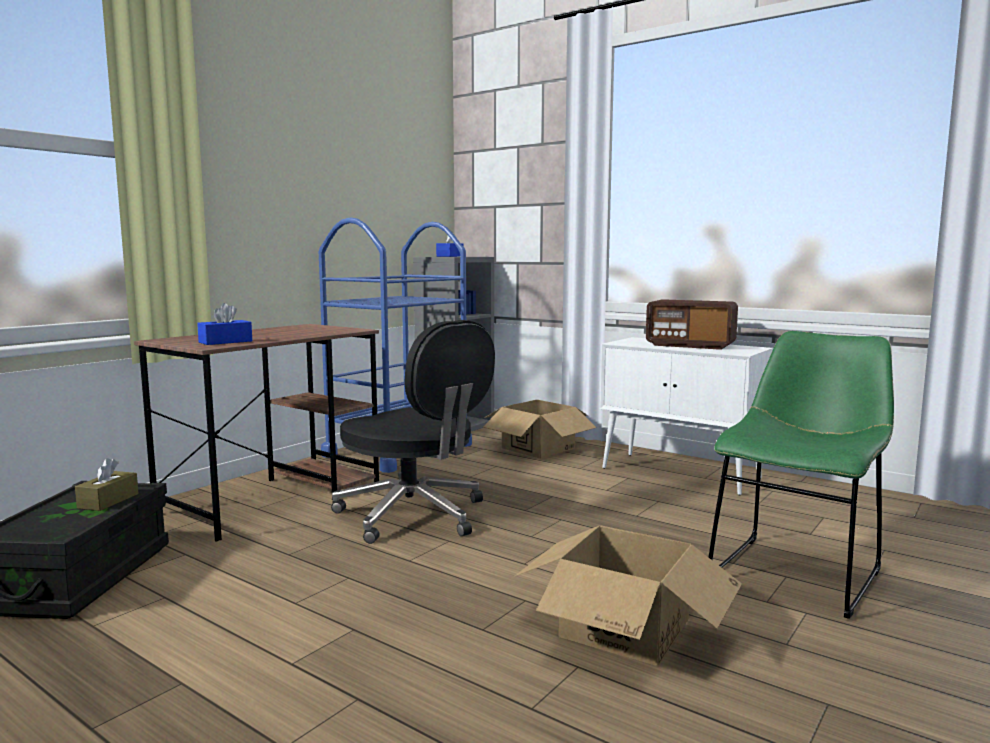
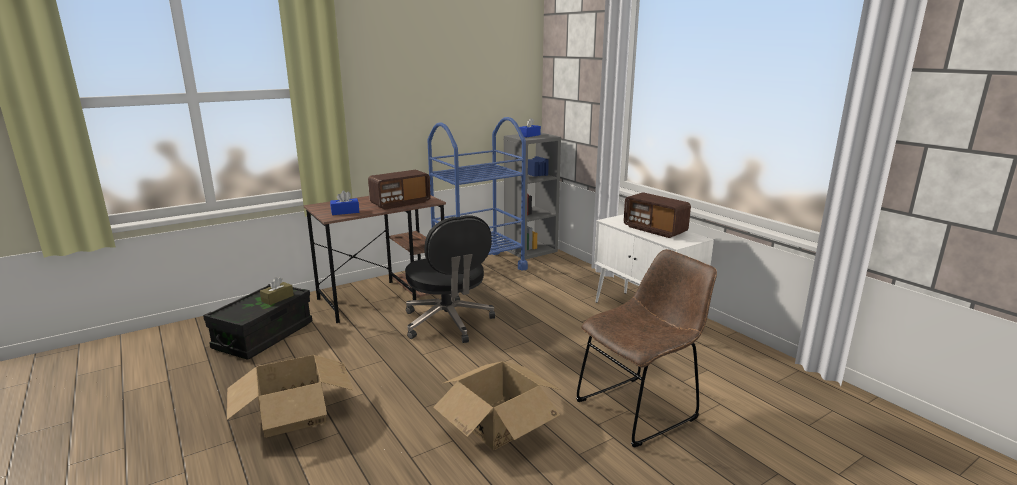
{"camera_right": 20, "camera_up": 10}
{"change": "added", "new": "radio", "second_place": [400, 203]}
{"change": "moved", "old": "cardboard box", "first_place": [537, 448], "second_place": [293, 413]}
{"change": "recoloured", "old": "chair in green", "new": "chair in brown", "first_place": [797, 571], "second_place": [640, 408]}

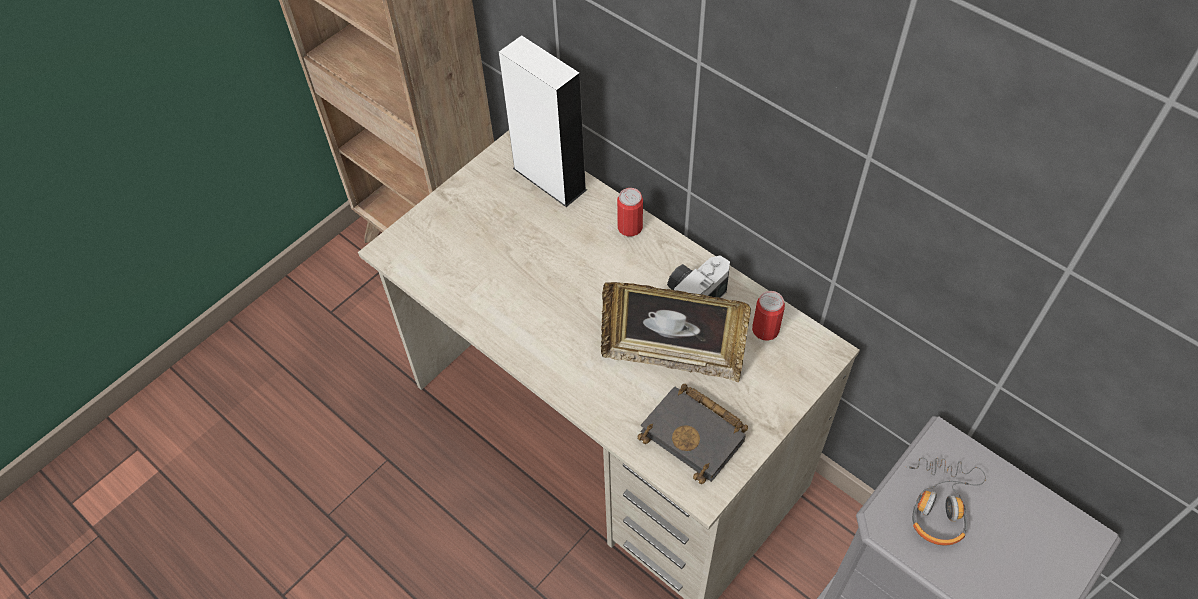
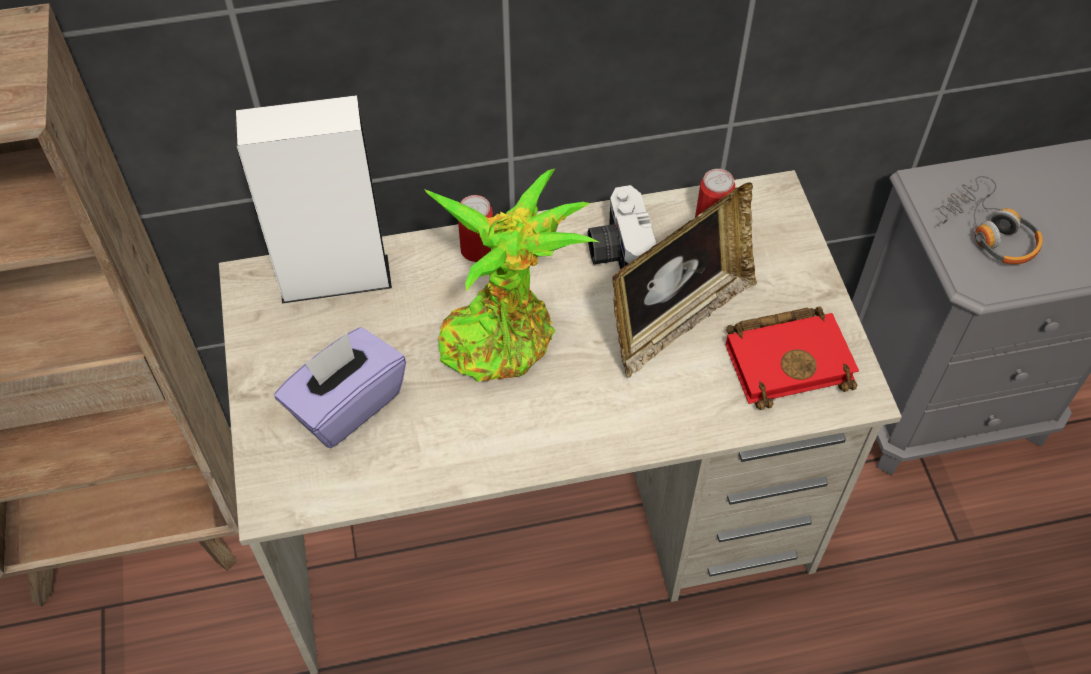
{"camera_right": -55, "camera_up": 0}
{"change": "added", "new": "tissue box in purple", "second_place": [346, 404]}
{"change": "added", "new": "potted plant", "second_place": [504, 333]}
{"change": "recoloured", "old": "book in black", "new": "book in red", "first_place": [696, 435], "second_place": [790, 359]}

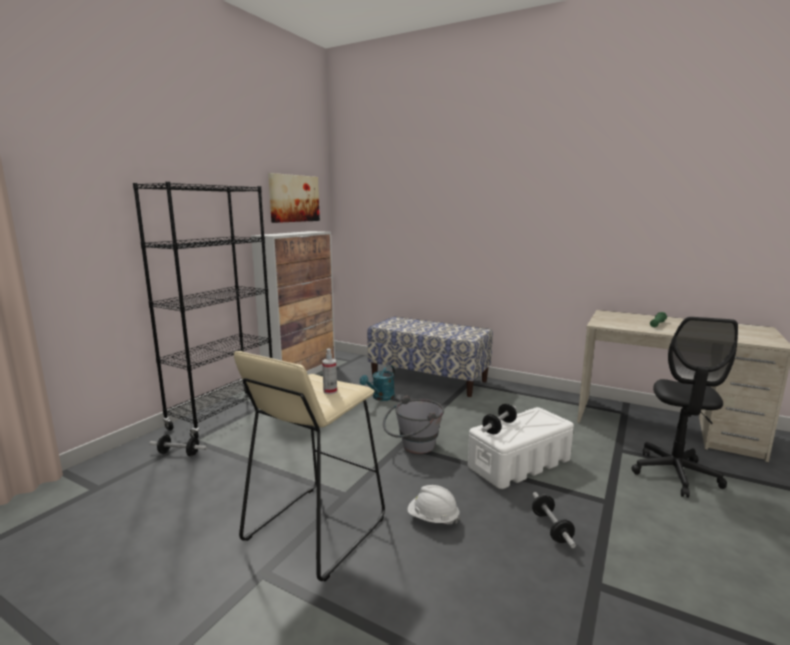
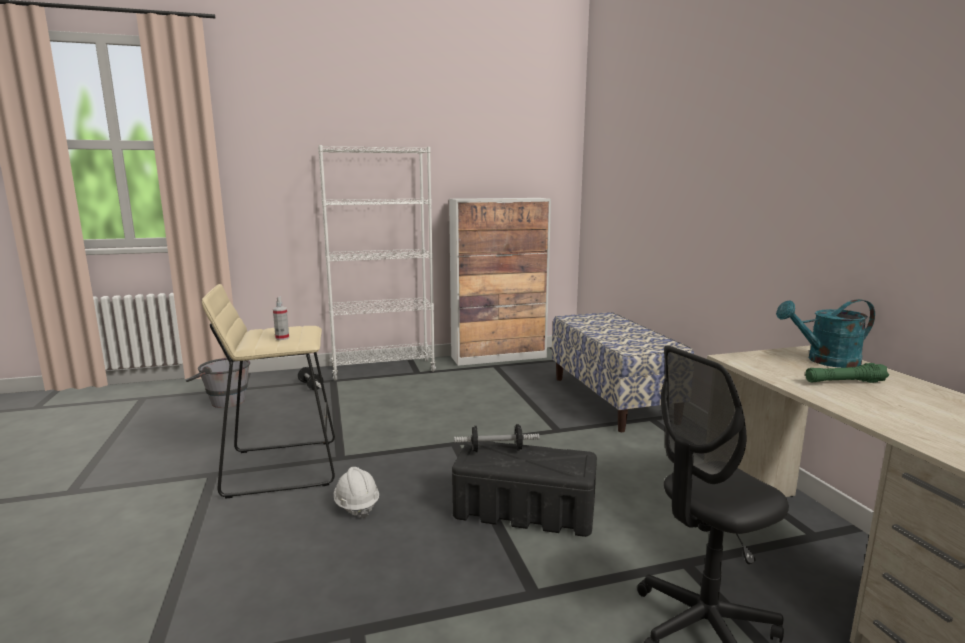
{"camera_right": 45, "camera_up": 0}
{"change": "removed", "old": "picture", "first_place": [294, 198]}
{"change": "removed", "old": "dumbbell", "first_place": [551, 528]}
{"change": "moved", "old": "watering can in turquoise", "first_place": [380, 398], "second_place": [825, 361]}
{"change": "moved", "old": "bucket in grey", "first_place": [413, 447], "second_place": [222, 401]}
{"change": "recoloured", "old": "bookcase in black", "new": "bookcase in white", "first_place": [224, 414], "second_place": [383, 370]}
{"change": "recoloured", "old": "storage box in white", "new": "storage box in black", "first_place": [519, 464], "second_place": [523, 510]}

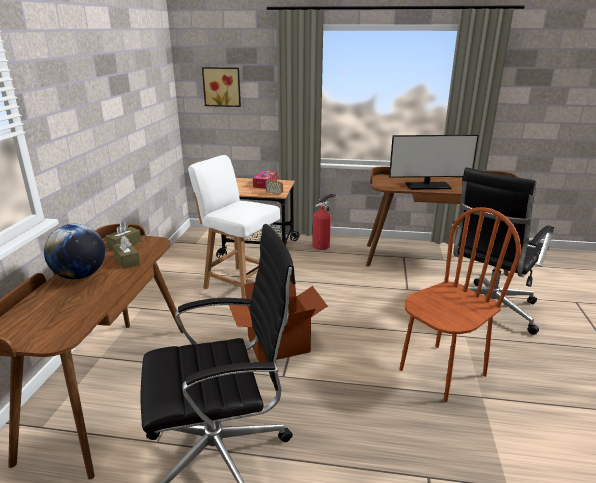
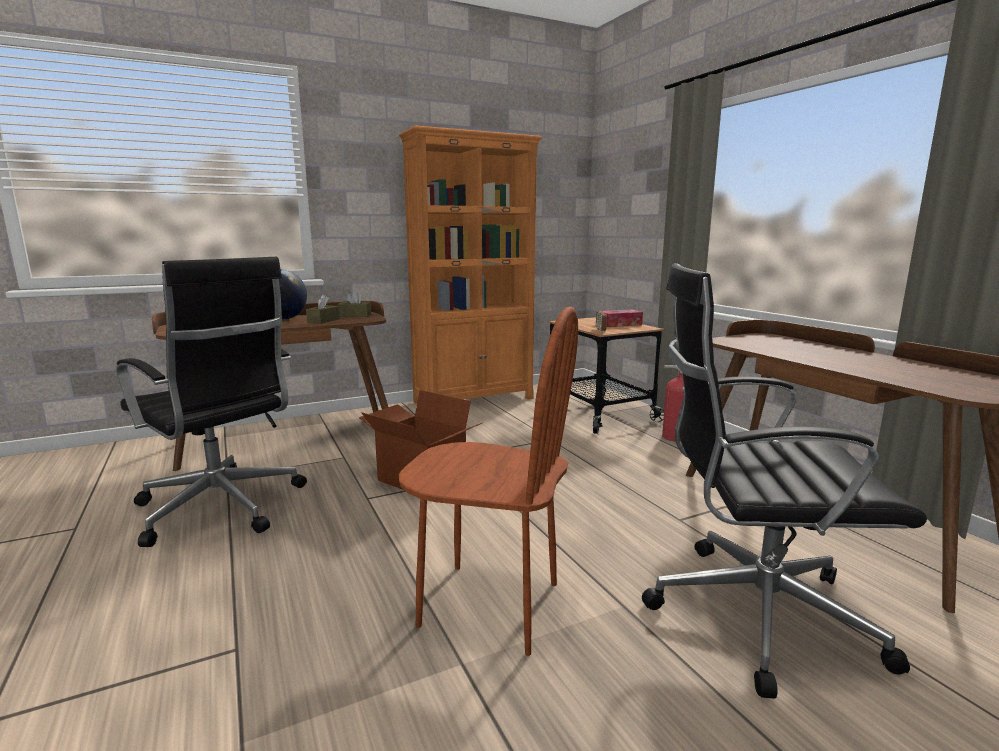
{"camera_right": 55, "camera_up": -10}
{"change": "removed", "old": "chair in white", "first_place": [239, 284]}
{"change": "removed", "old": "picture", "first_place": [222, 86]}
{"change": "removed", "old": "monitor", "first_place": [428, 186]}
{"change": "added", "new": "bookcase in orange", "second_place": [474, 400]}

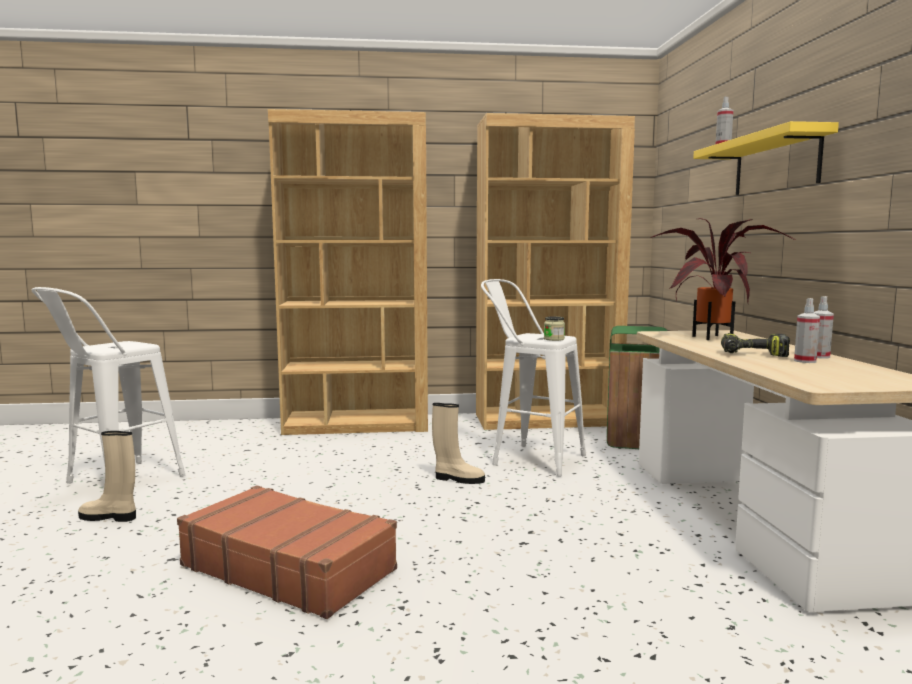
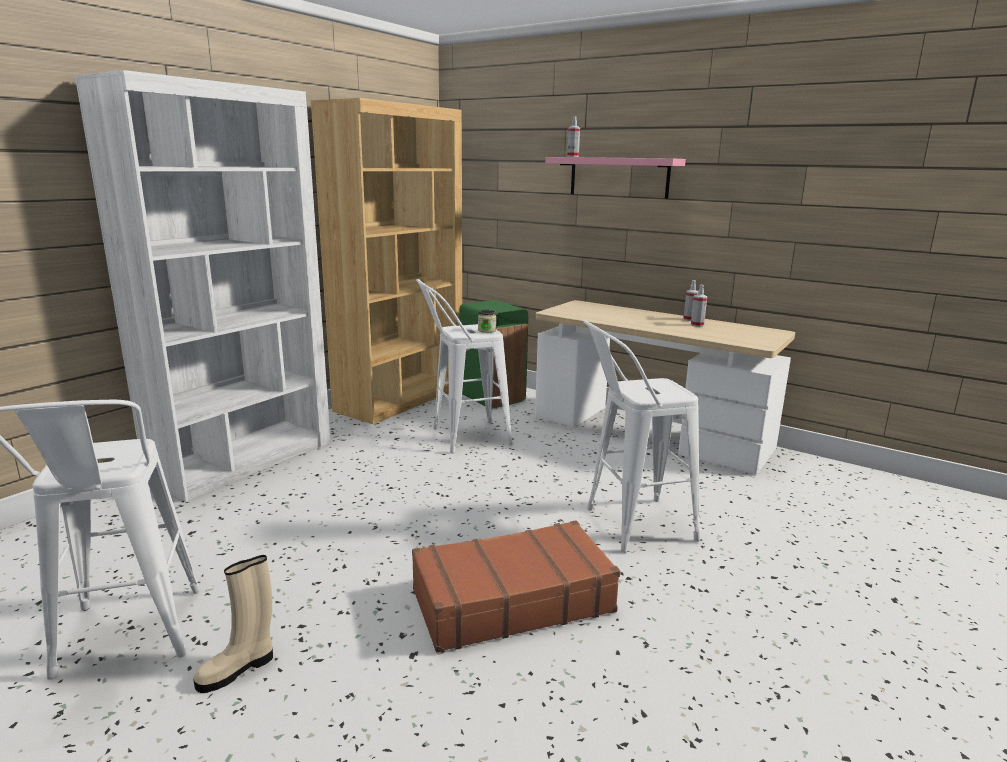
{"camera_right": -50, "camera_up": 10}
{"change": "removed", "old": "boot in beige", "first_place": [458, 479]}
{"change": "removed", "old": "potted plant", "first_place": [712, 338]}
{"change": "removed", "old": "power drill", "first_place": [753, 355]}
{"change": "added", "new": "stool in white", "second_place": [629, 525]}
{"change": "recoloured", "old": "bookcase in brown", "new": "bookcase in white", "first_place": [357, 425], "second_place": [244, 460]}
{"change": "recoloured", "old": "shelf in yellow", "new": "shelf in pink", "first_place": [776, 164], "second_place": [619, 177]}

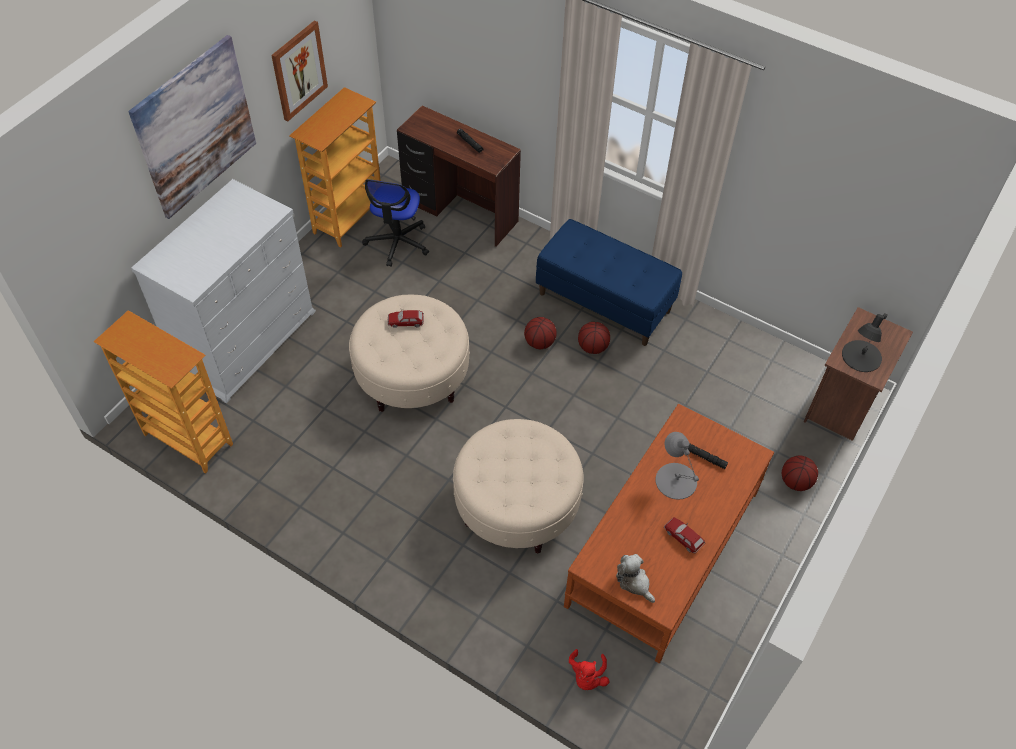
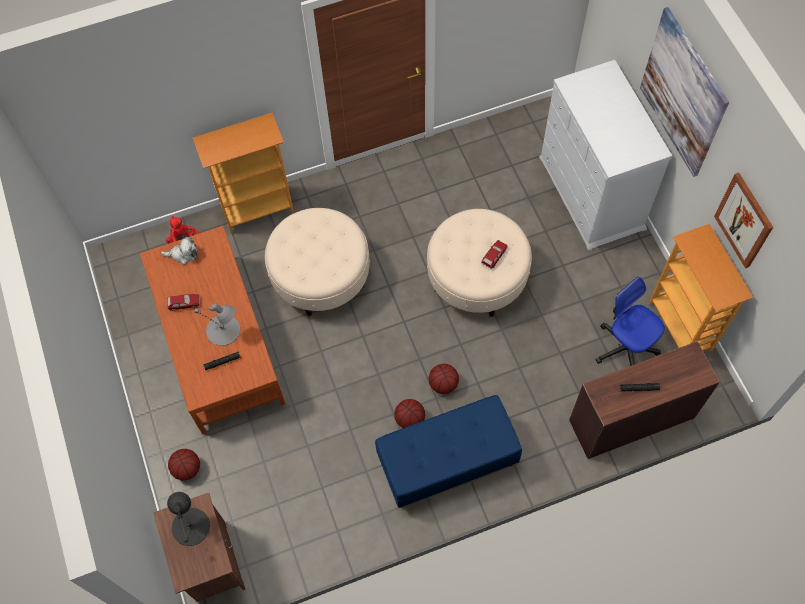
{"camera_right": 130, "camera_up": 10}
{"change": "moved", "old": "bookcase", "first_place": [187, 440], "second_place": [257, 209]}

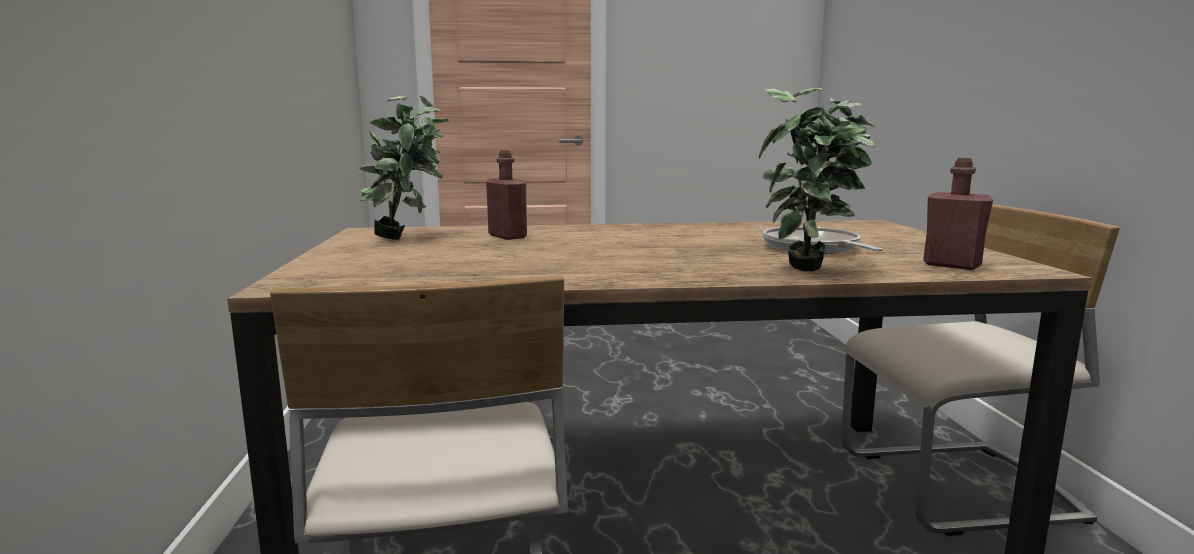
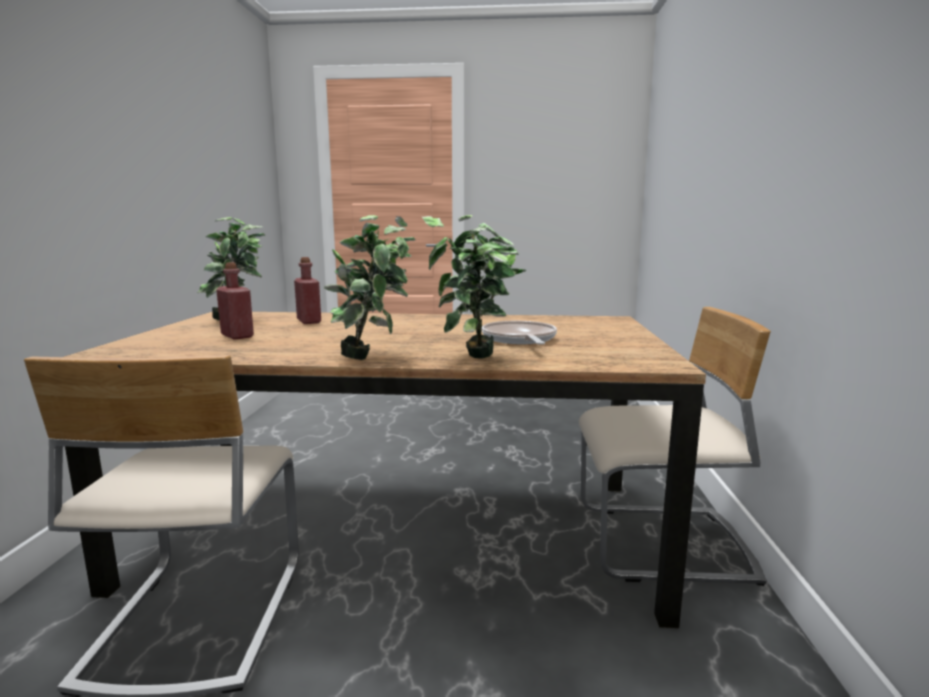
{"camera_right": 10, "camera_up": 0}
{"change": "added", "new": "potted plant", "second_place": [373, 357]}
{"change": "moved", "old": "bottle in red", "first_place": [951, 265], "second_place": [237, 336]}

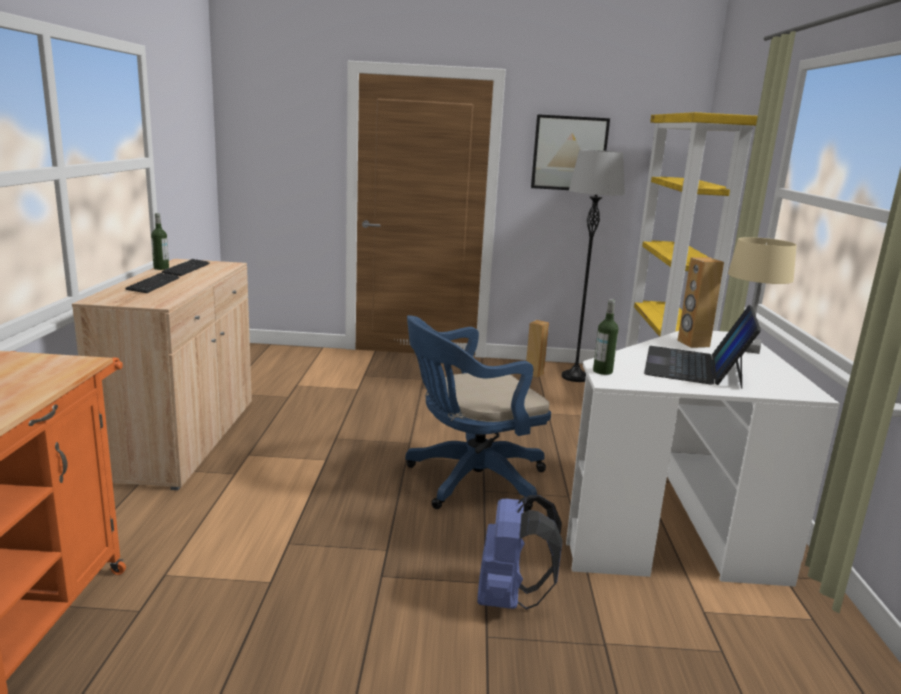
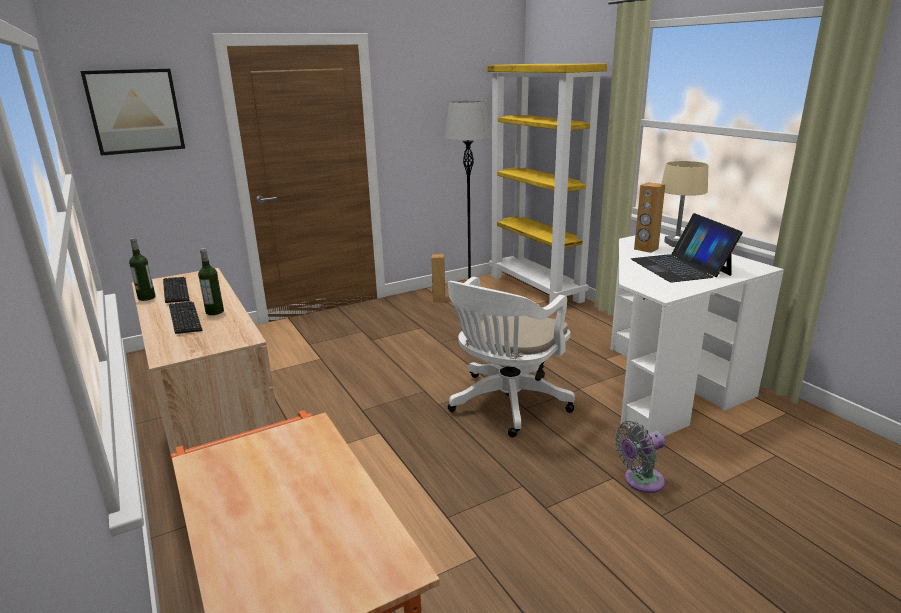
{"camera_right": -30, "camera_up": 5}
{"change": "moved", "old": "picture", "first_place": [569, 153], "second_place": [135, 111]}
{"change": "moved", "old": "bottle", "first_place": [602, 371], "second_place": [214, 312]}
{"change": "replaced", "old": "backpack in blue", "new": "fan in grey", "first_place": [509, 599], "second_place": [640, 481]}
{"change": "recoloured", "old": "office chair in blue", "new": "office chair in white", "first_place": [469, 481], "second_place": [506, 404]}

